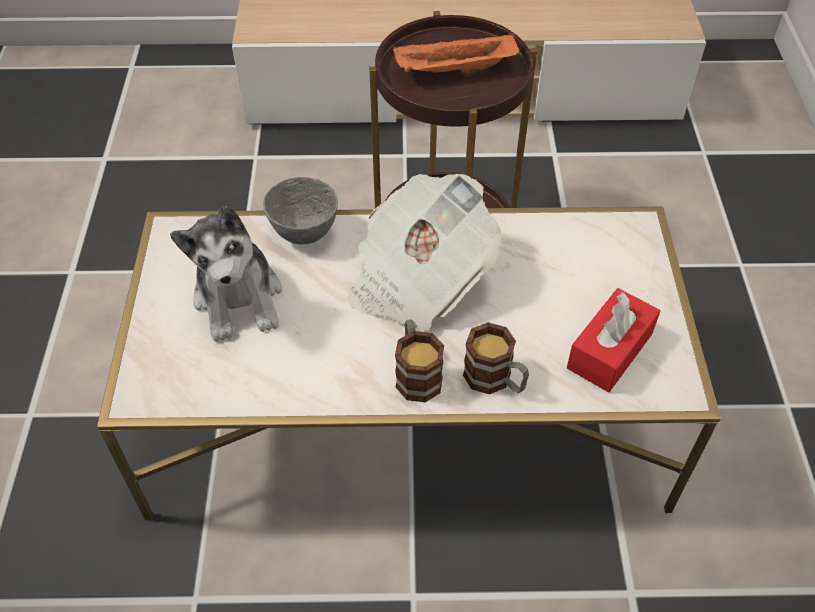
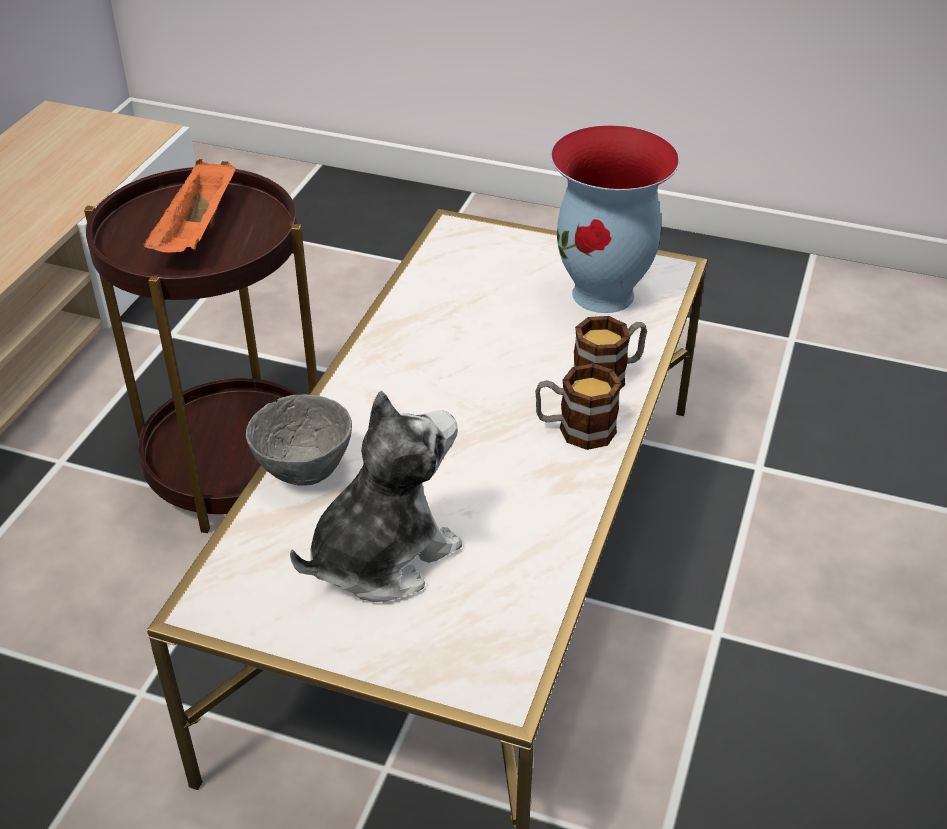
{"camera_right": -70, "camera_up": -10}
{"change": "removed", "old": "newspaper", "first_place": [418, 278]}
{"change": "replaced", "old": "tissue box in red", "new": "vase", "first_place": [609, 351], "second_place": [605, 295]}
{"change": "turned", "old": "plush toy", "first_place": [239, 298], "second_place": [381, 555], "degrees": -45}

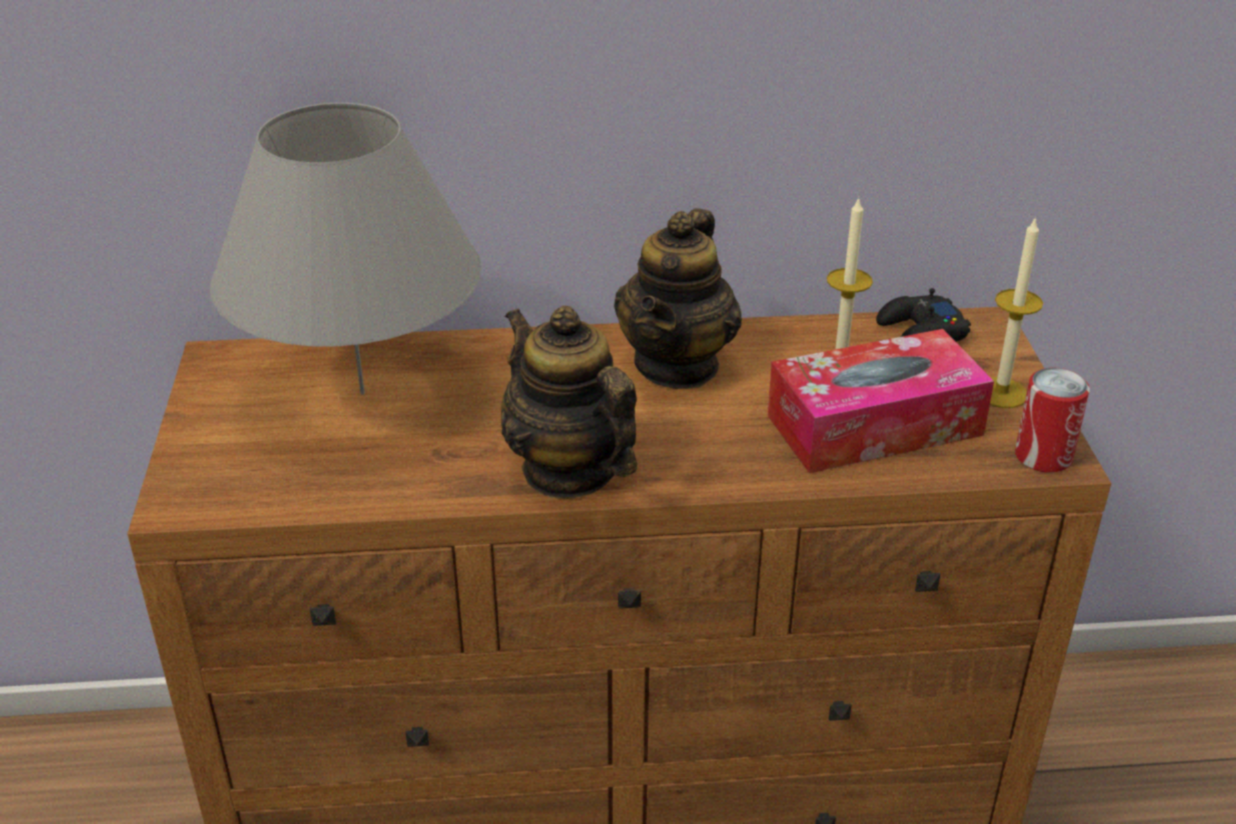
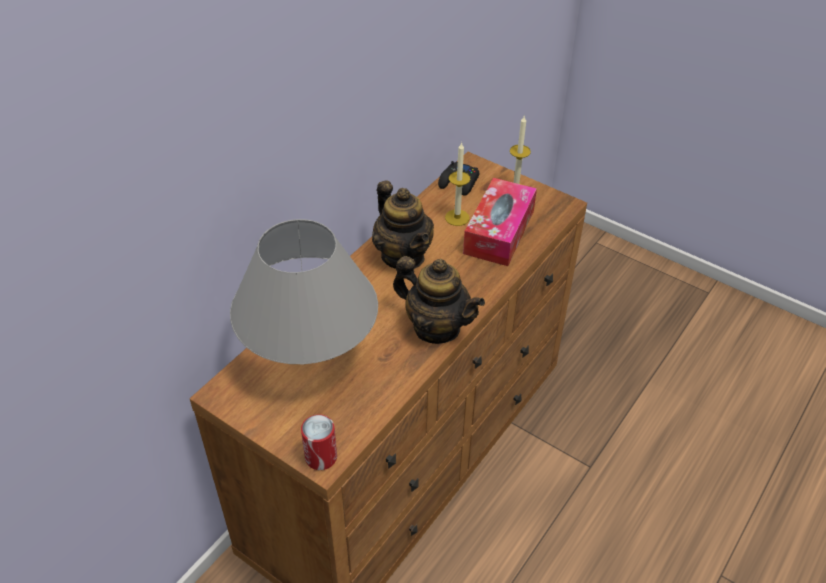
{"camera_right": -50, "camera_up": 10}
{"change": "moved", "old": "can", "first_place": [1043, 456], "second_place": [321, 457]}
{"change": "turned", "old": "teapot", "first_place": [569, 470], "second_place": [436, 327], "degrees": -150}

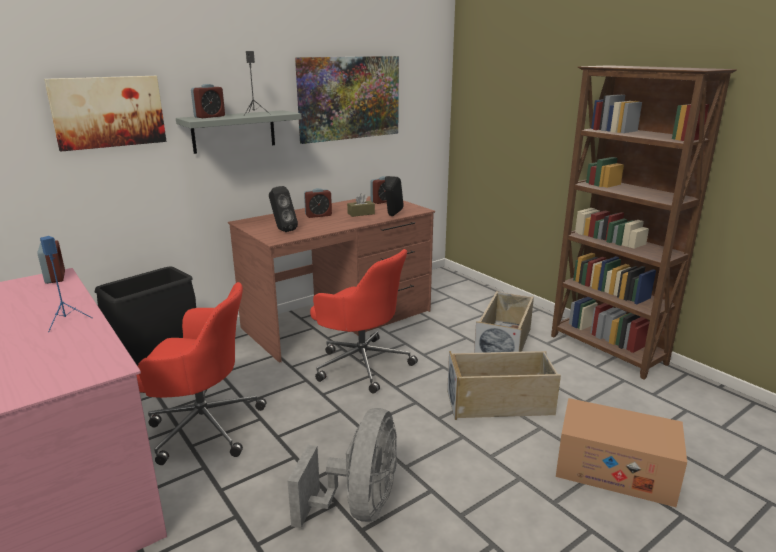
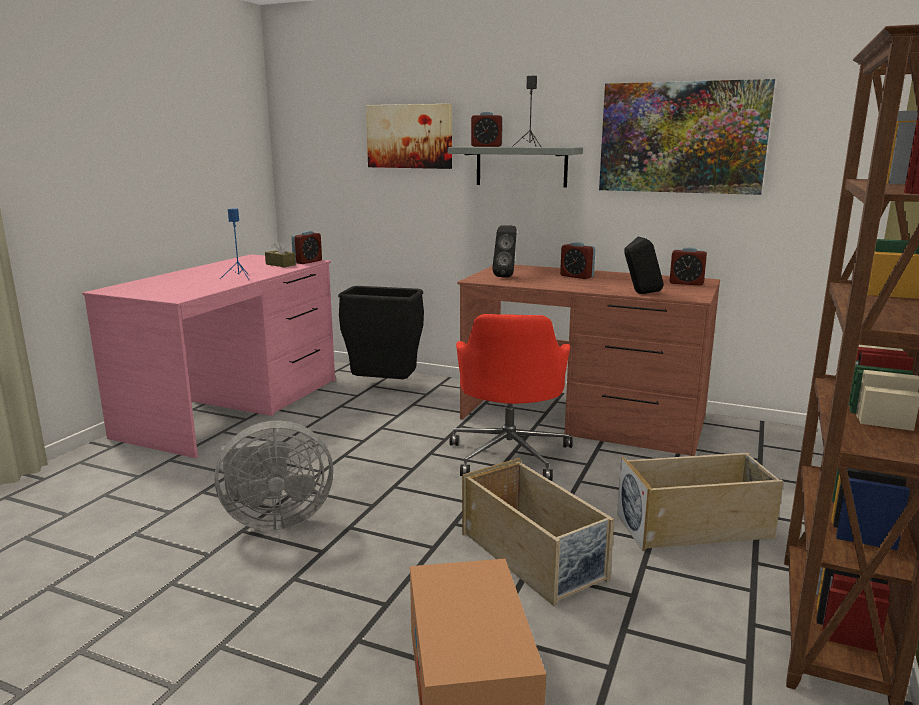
{"camera_right": 60, "camera_up": -5}
{"change": "removed", "old": "office chair in red", "first_place": [202, 426]}
{"change": "moved", "old": "tissue box in brown", "first_place": [361, 213], "second_place": [280, 264]}

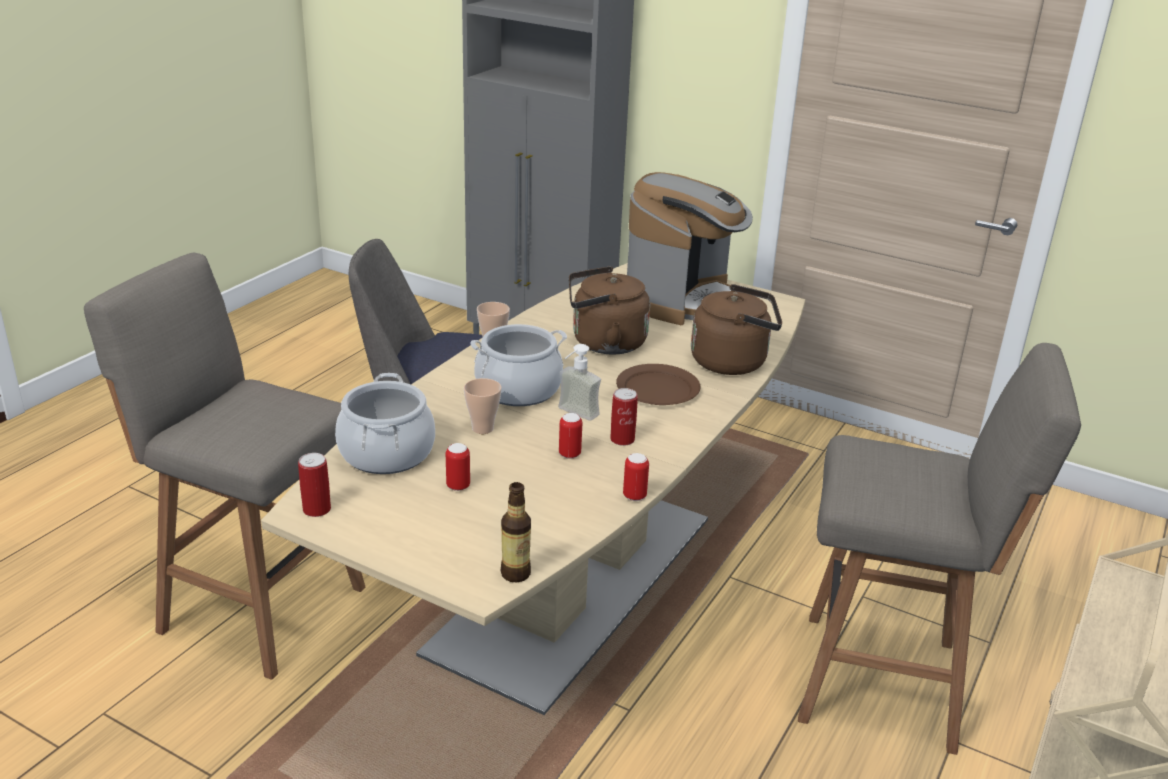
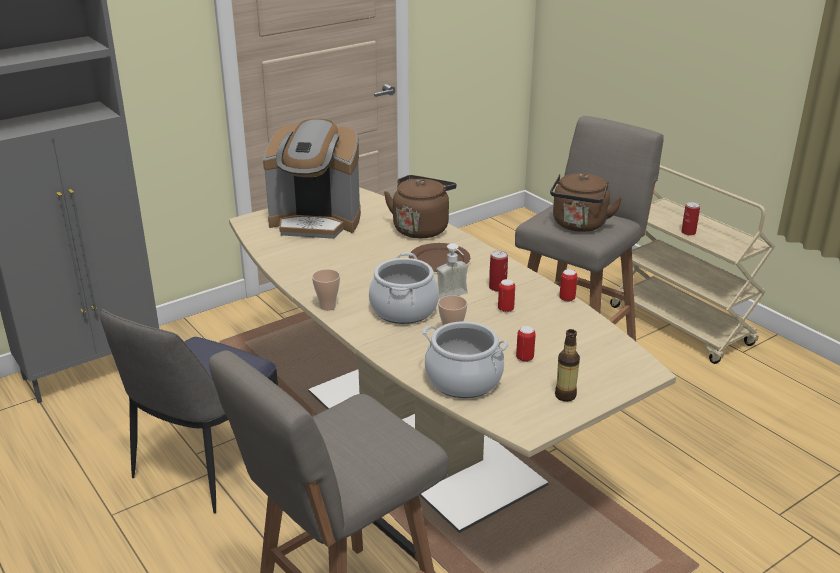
{"camera_right": -65, "camera_up": 0}
{"change": "moved", "old": "can", "first_place": [316, 509], "second_place": [688, 232]}
{"change": "moved", "old": "bottle", "first_place": [515, 574], "second_place": [565, 395]}
{"change": "moved", "old": "kettle in brown", "first_place": [604, 343], "second_place": [579, 225]}
{"change": "turned", "old": "coffee machine", "first_place": [681, 300], "second_place": [316, 222], "degrees": 135}

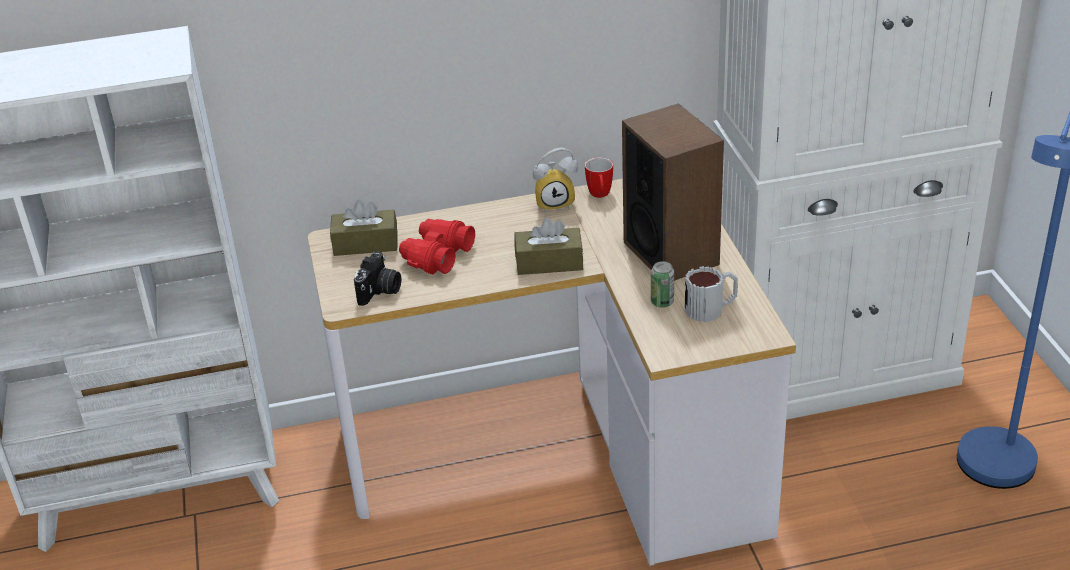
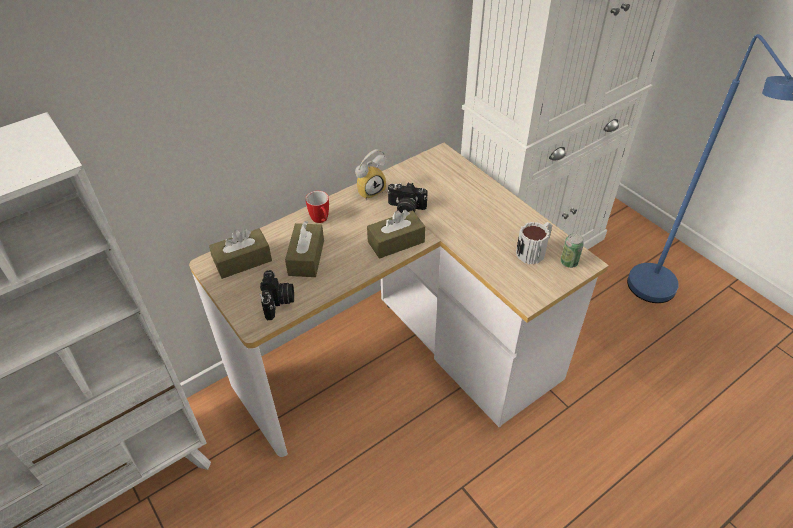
{"camera_right": -25, "camera_up": 10}
{"change": "removed", "old": "speaker", "first_place": [671, 253]}
{"change": "added", "new": "photo camera", "second_place": [405, 209]}
{"change": "moved", "old": "mug", "first_place": [600, 196], "second_place": [321, 221]}
{"change": "moved", "old": "can", "first_place": [662, 302], "second_place": [569, 262]}
{"change": "replaced", "old": "binoculars in red", "new": "tissue box in brown", "first_place": [436, 256], "second_place": [306, 257]}

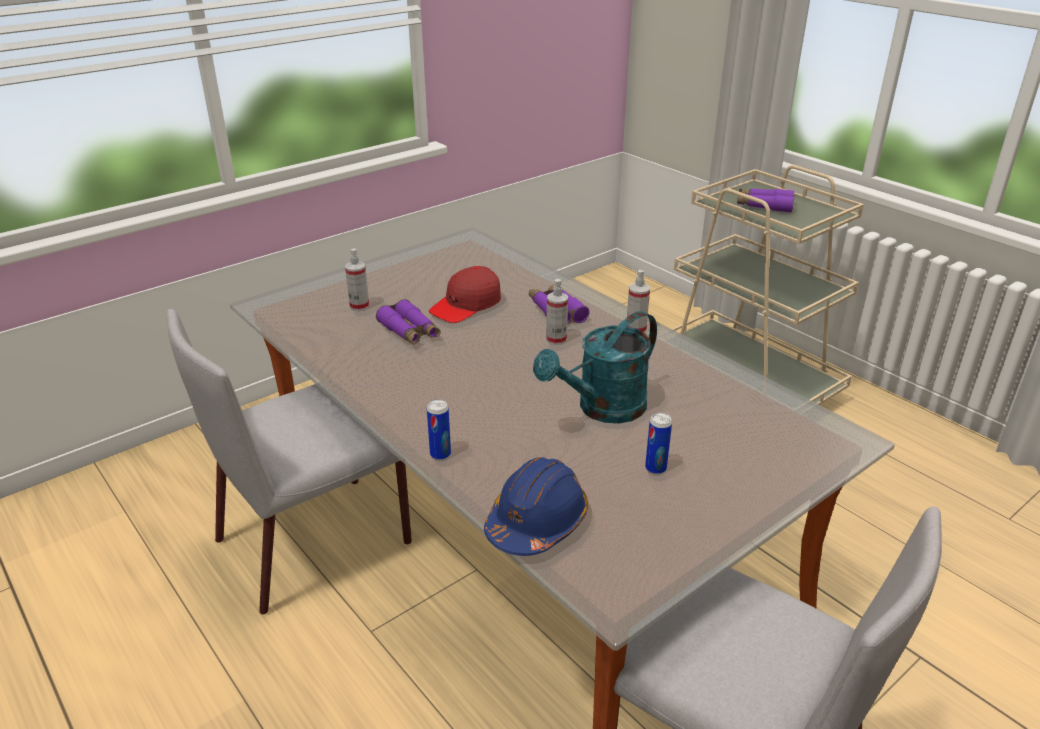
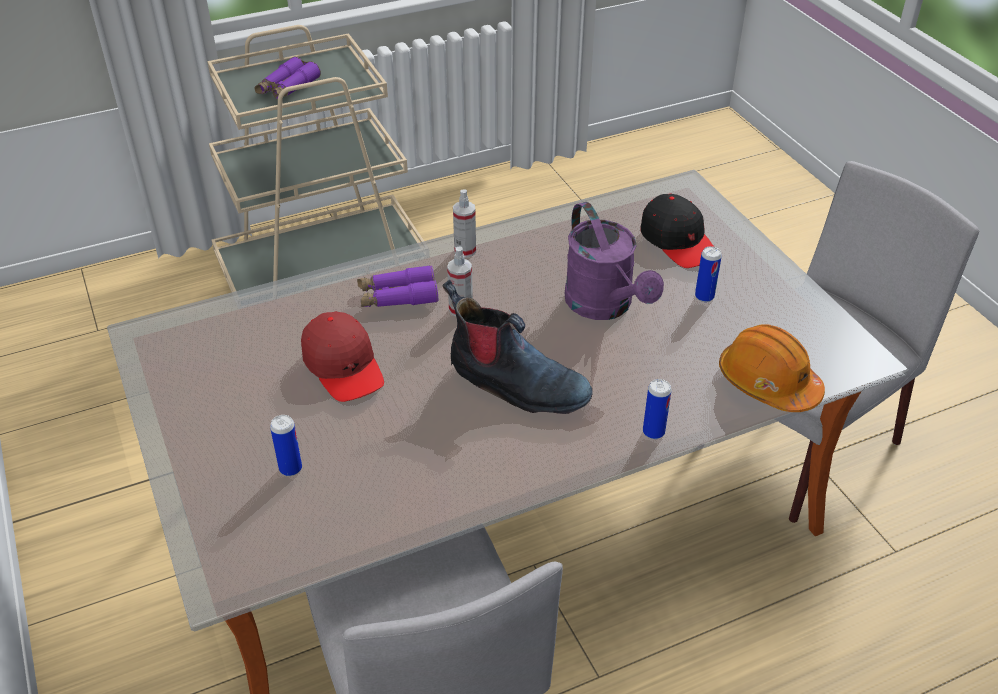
{"camera_right": -75, "camera_up": 10}
{"change": "removed", "old": "binoculars in purple", "first_place": [409, 332]}
{"change": "added", "new": "boot", "second_place": [515, 384]}
{"change": "added", "new": "cap in black", "second_place": [678, 241]}
{"change": "replaced", "old": "spray bottle", "new": "can", "first_place": [359, 306], "second_place": [290, 468]}
{"change": "recoloured", "old": "hard hat in blue", "new": "hard hat in orange", "first_place": [537, 522], "second_place": [767, 383]}
{"change": "recoloured", "old": "watering can in turquoise", "new": "watering can in purple", "first_place": [602, 409], "second_place": [605, 306]}

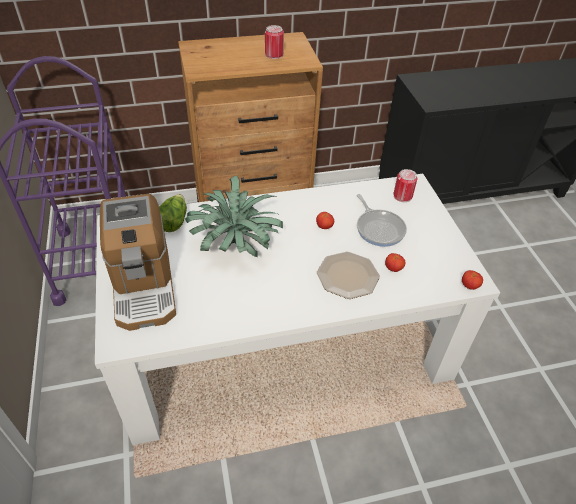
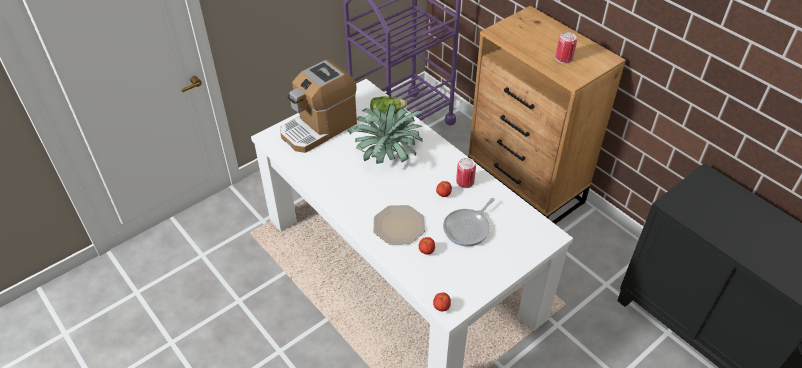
{"camera_right": 65, "camera_up": 0}
{"change": "moved", "old": "can", "first_place": [402, 196], "second_place": [465, 182]}

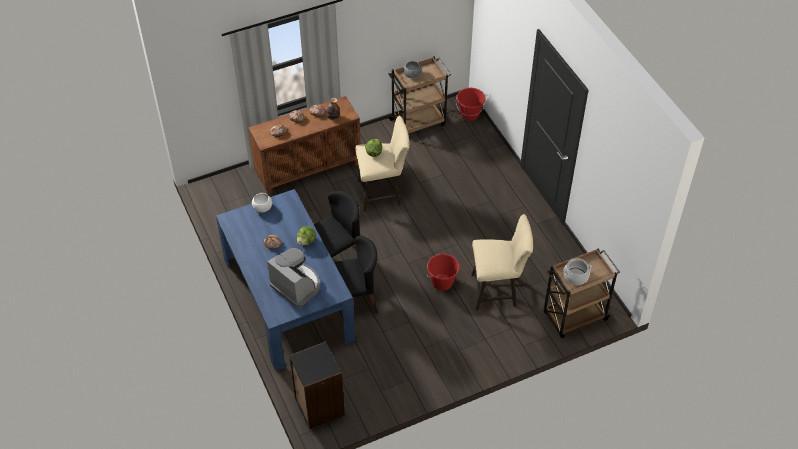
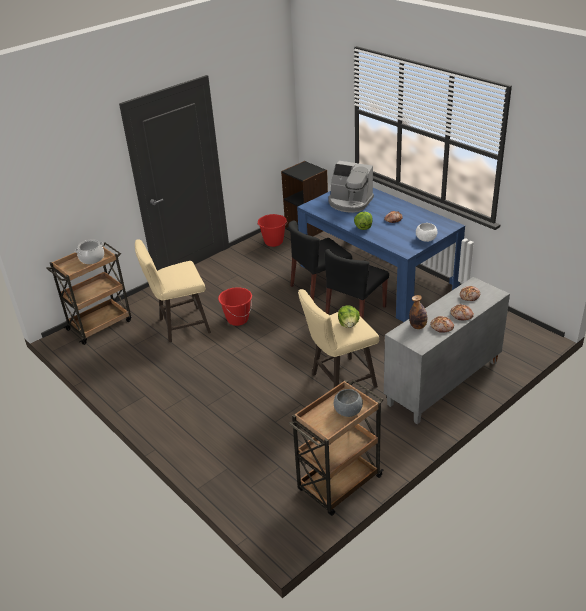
{"camera_right": 165, "camera_up": -15}
{"change": "moved", "old": "bucket in red", "first_place": [470, 114], "second_place": [273, 242]}
{"change": "recoloured", "old": "cabinet in brown", "new": "cabinet in grey", "first_place": [308, 169], "second_place": [443, 384]}

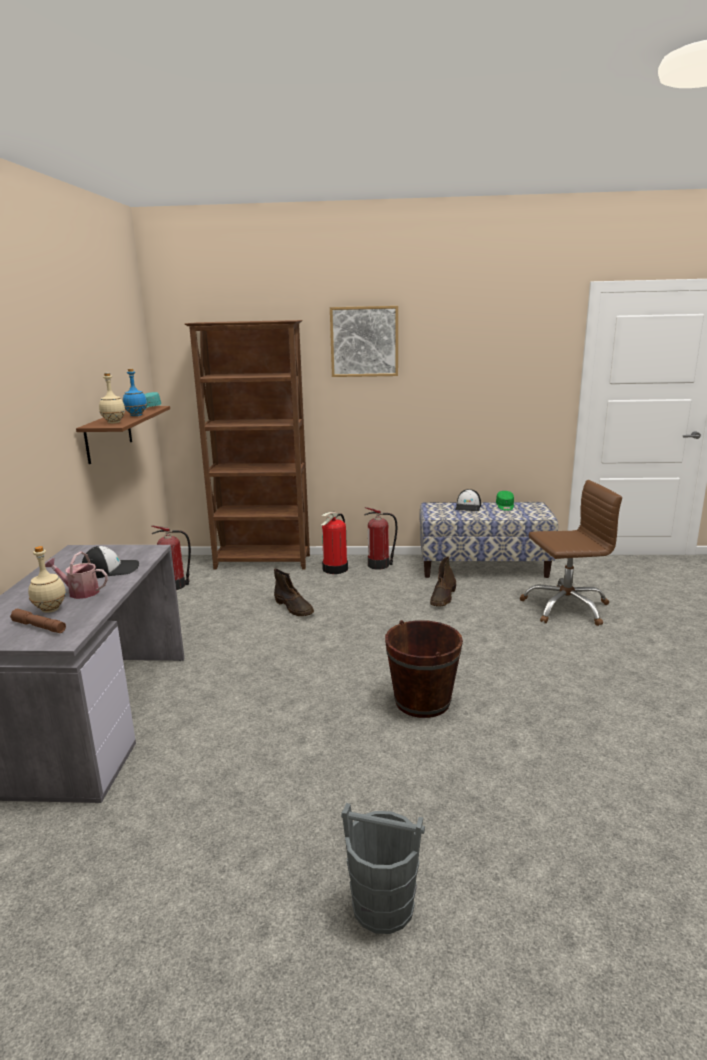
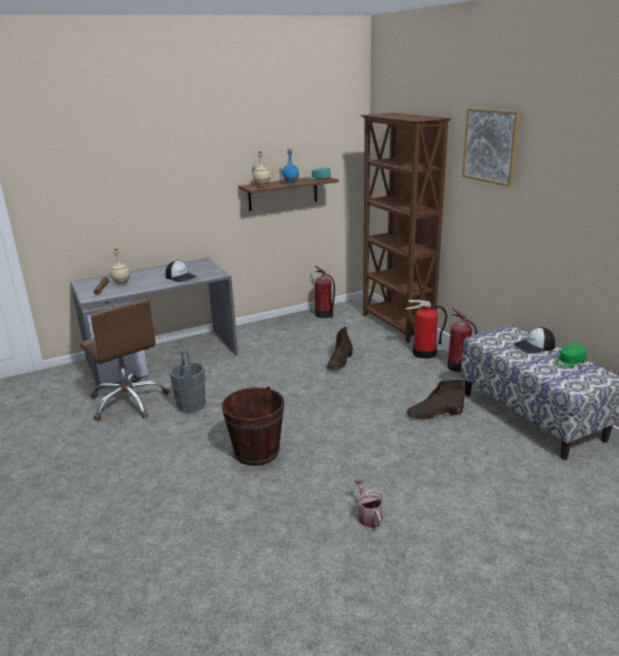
{"camera_right": 60, "camera_up": 5}
{"change": "moved", "old": "watering can", "first_place": [80, 592], "second_place": [368, 516]}
{"change": "moved", "old": "bucket in grey", "first_place": [382, 905], "second_place": [191, 405]}
{"change": "moved", "old": "office chair in brown", "first_place": [565, 607], "second_place": [128, 401]}

